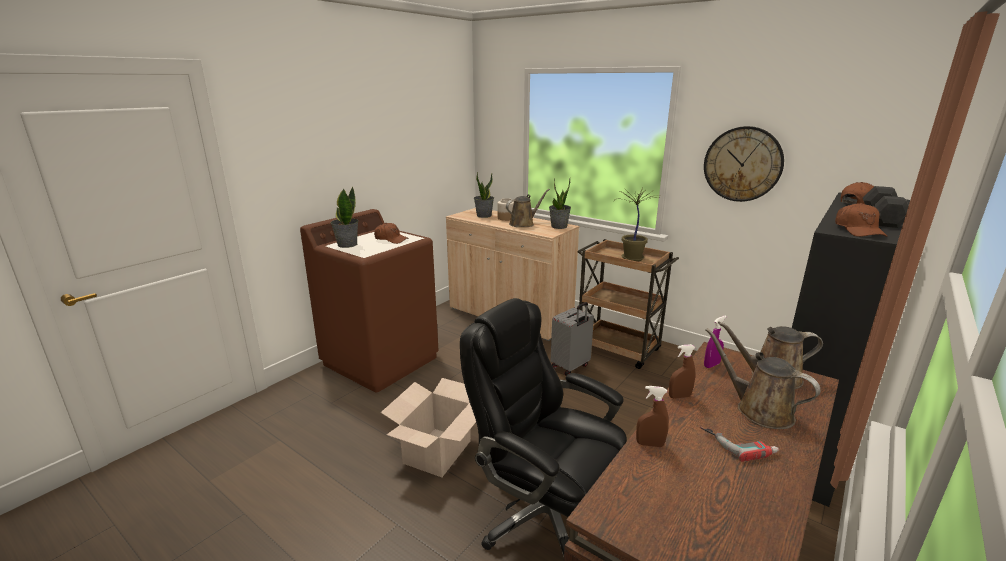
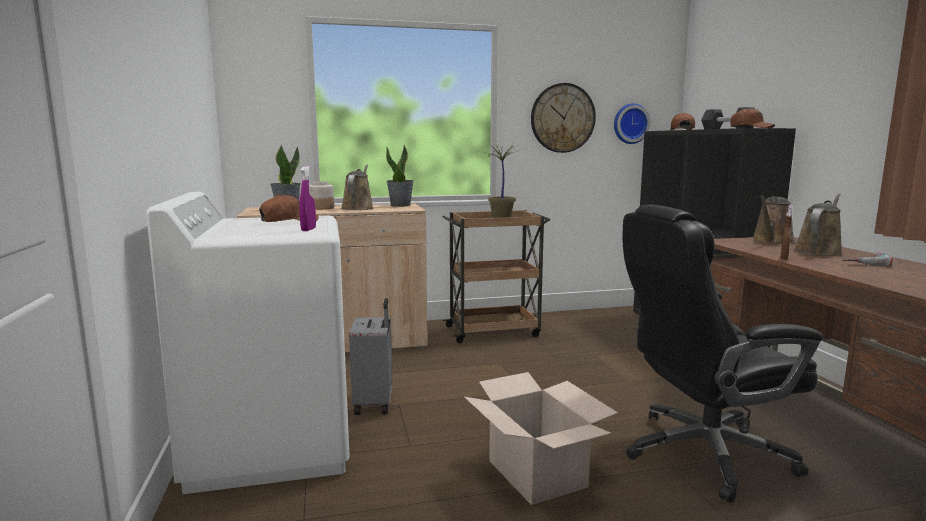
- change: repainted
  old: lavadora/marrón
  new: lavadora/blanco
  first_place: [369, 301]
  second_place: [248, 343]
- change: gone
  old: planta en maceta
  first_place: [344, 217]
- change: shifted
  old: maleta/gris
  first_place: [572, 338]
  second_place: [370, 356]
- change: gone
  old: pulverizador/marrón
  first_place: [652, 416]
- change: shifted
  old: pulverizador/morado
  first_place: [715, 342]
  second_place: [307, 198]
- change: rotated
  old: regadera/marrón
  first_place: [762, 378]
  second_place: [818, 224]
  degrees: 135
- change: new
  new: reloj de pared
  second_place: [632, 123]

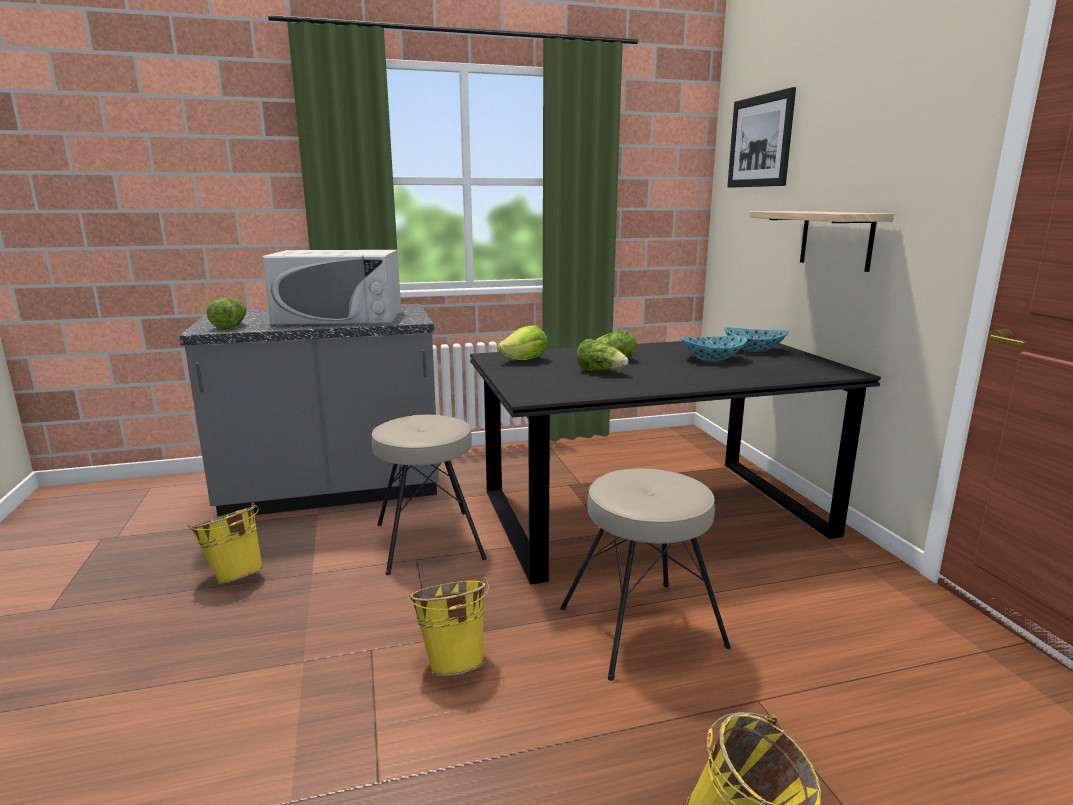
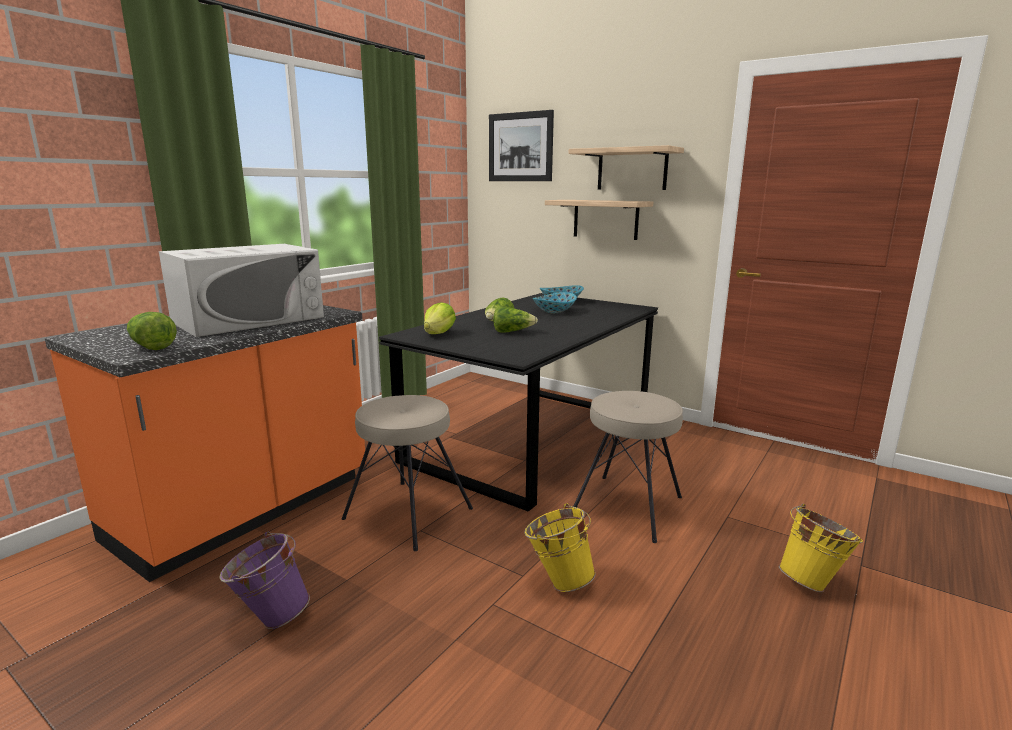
- change: repainted
  old: mueble bajo de cocina/gris
  new: mueble bajo de cocina/naranja
  first_place: [309, 410]
  second_place: [205, 443]
- change: repainted
  old: cubo/amarillo
  new: cubo/morado
  first_place: [225, 543]
  second_place: [264, 580]
- change: new
  new: estante
  second_place: [626, 167]

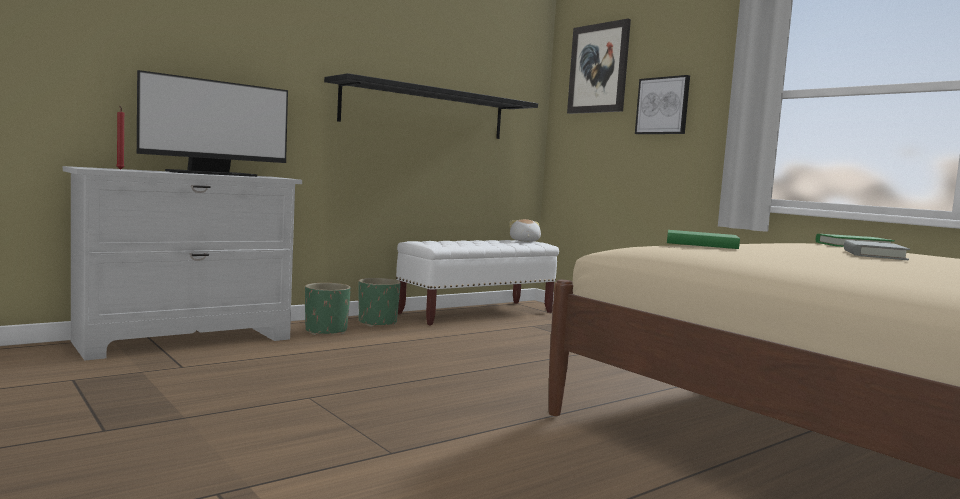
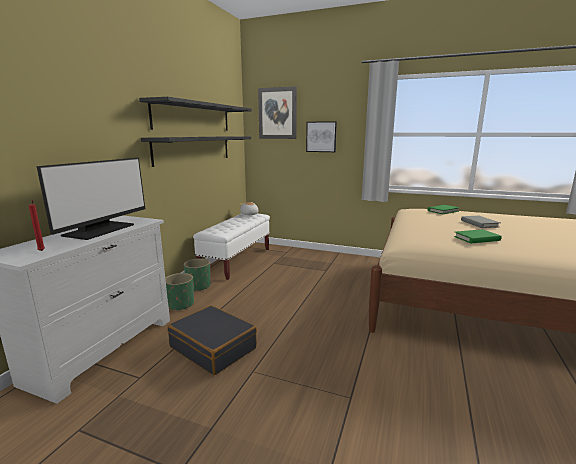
- change: shifted
  old: libro/verde
  first_place: [703, 239]
  second_place: [478, 236]
- change: new
  new: estante/negro
  second_place: [195, 114]
- change: new
  new: maleta/negro
  second_place: [212, 340]

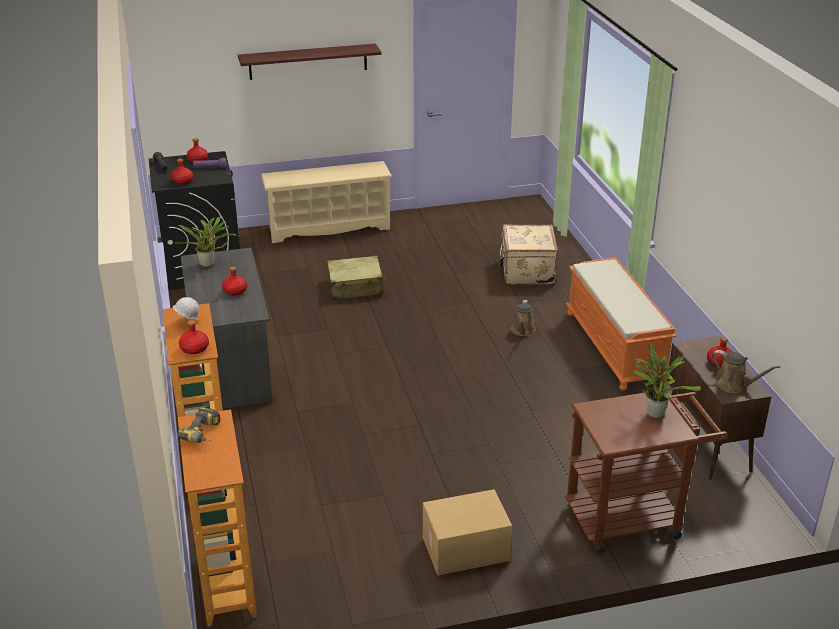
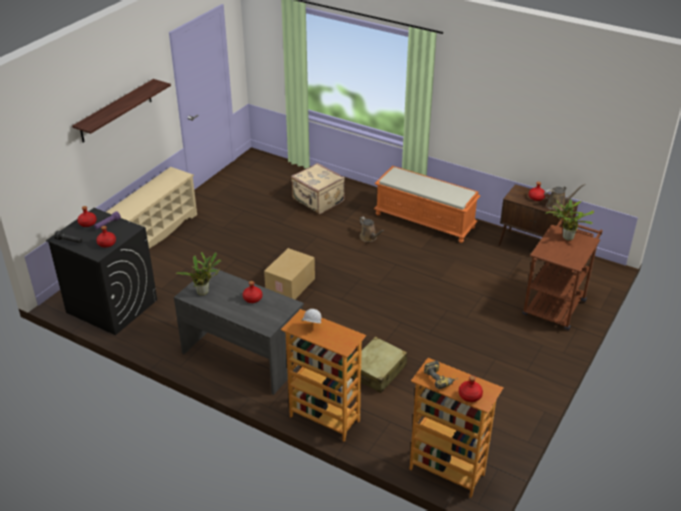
- change: shifted
  old: botella/rojo
  first_place: [194, 337]
  second_place: [471, 388]
- change: shifted
  old: maleta/beis
  first_place: [356, 278]
  second_place: [379, 365]
- change: shifted
  old: caja de cartón
  first_place: [467, 532]
  second_place: [289, 273]

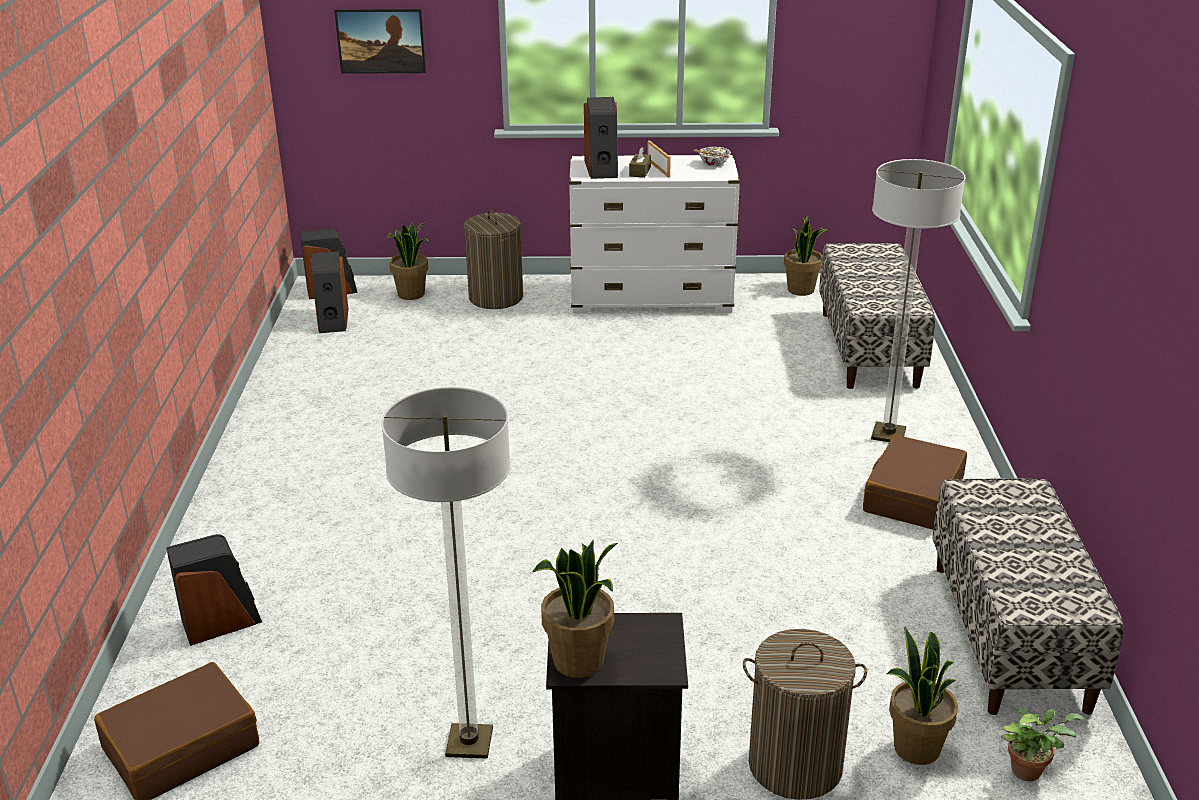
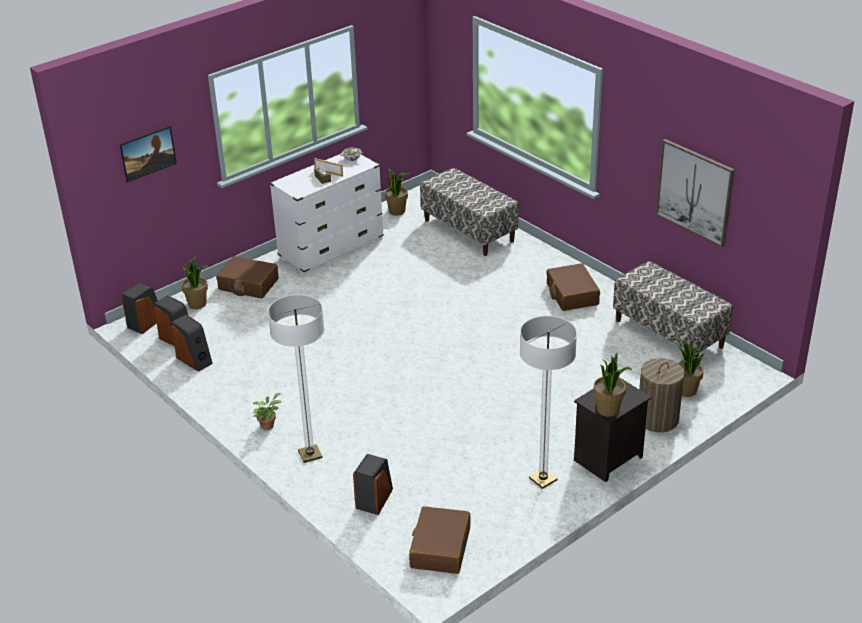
- change: swapped
  old: cesto de la ropa
  new: maleta/marrón
  first_place: [493, 259]
  second_place: [247, 277]
- change: shifted
  old: altavoz
  first_place: [601, 138]
  second_place: [192, 343]
- change: shifted
  old: lámpara de pie
  first_place: [918, 300]
  second_place: [296, 378]
- change: shifted
  old: planta en maceta
  first_place: [1043, 744]
  second_place: [267, 411]
- change: new
  new: cuadro
  second_place: [695, 193]

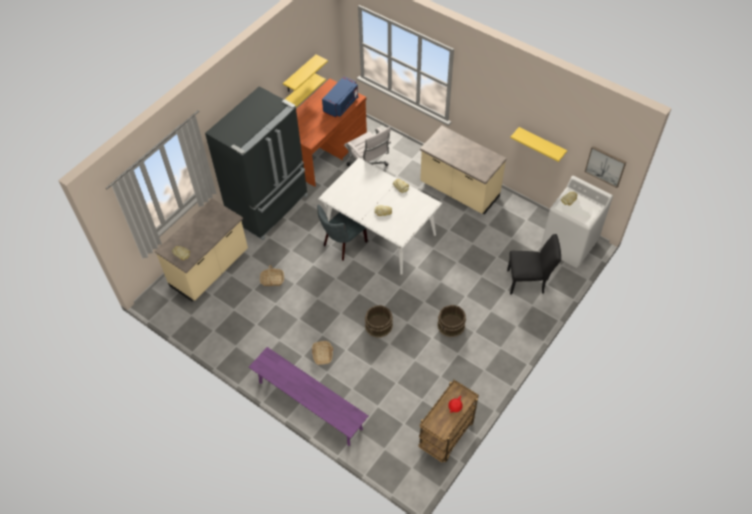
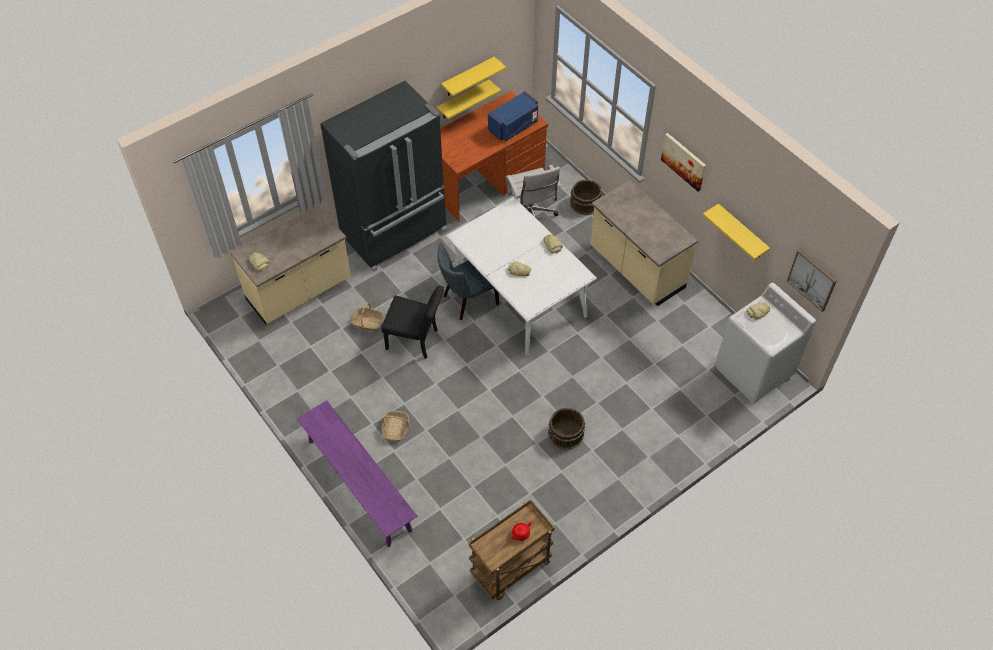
- change: shifted
  old: cubo/marrón
  first_place: [379, 321]
  second_place: [586, 197]
- change: shifted
  old: silla/negro
  first_place: [534, 264]
  second_place: [412, 322]
- change: new
  new: cuadro
  second_place: [683, 162]

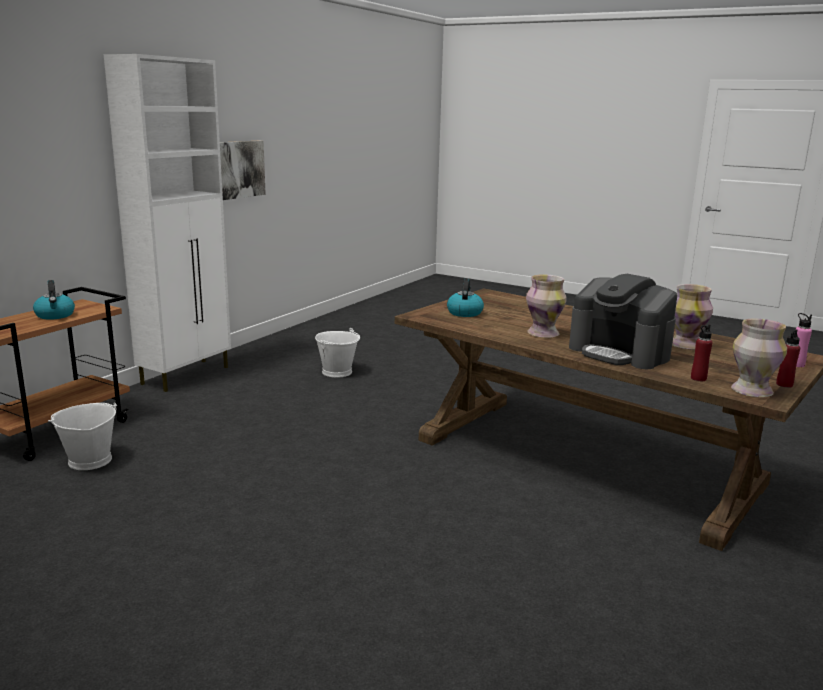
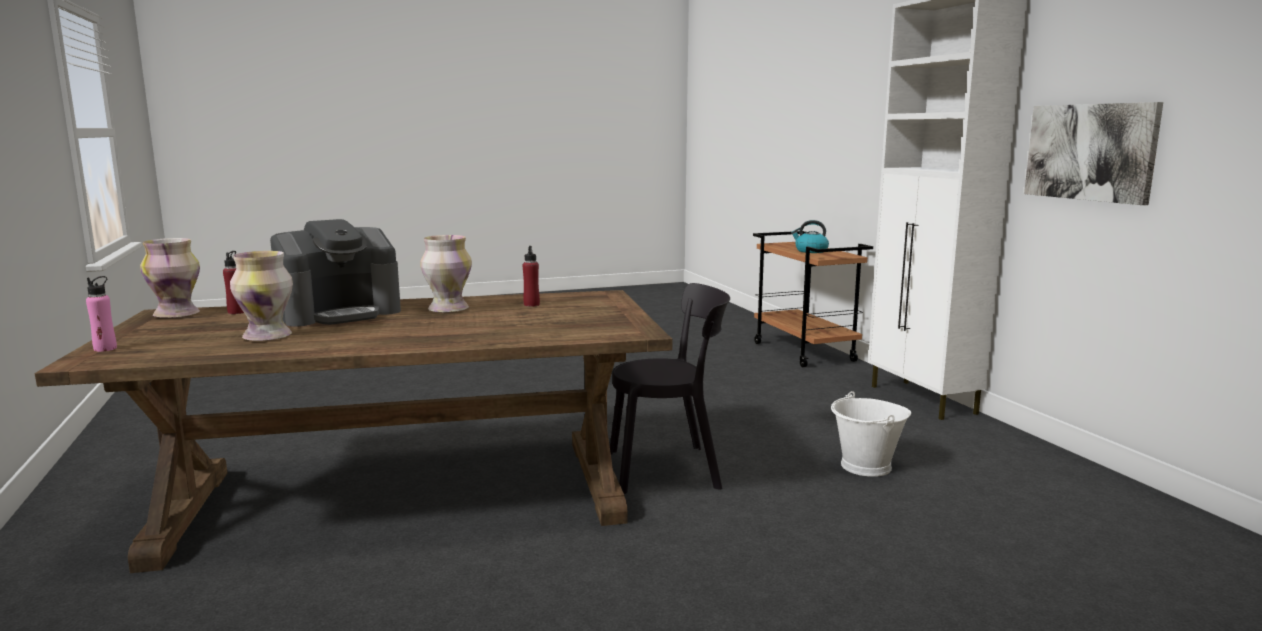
- change: gone
  old: cubo/blanco
  first_place: [82, 436]
- change: gone
  old: hervidor
  first_place: [465, 297]
- change: rotated
  old: cafetera
  first_place: [623, 321]
  second_place: [335, 273]
  degrees: 150
- change: shifted
  old: botella/rojo
  first_place: [788, 358]
  second_place: [531, 276]
- change: new
  new: silla/negro
  second_place: [670, 388]

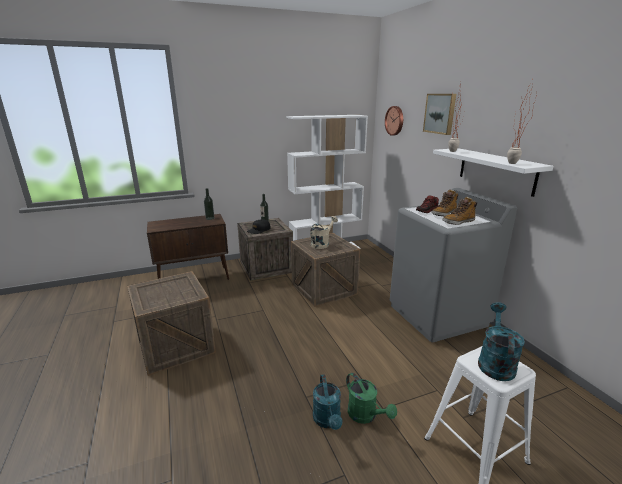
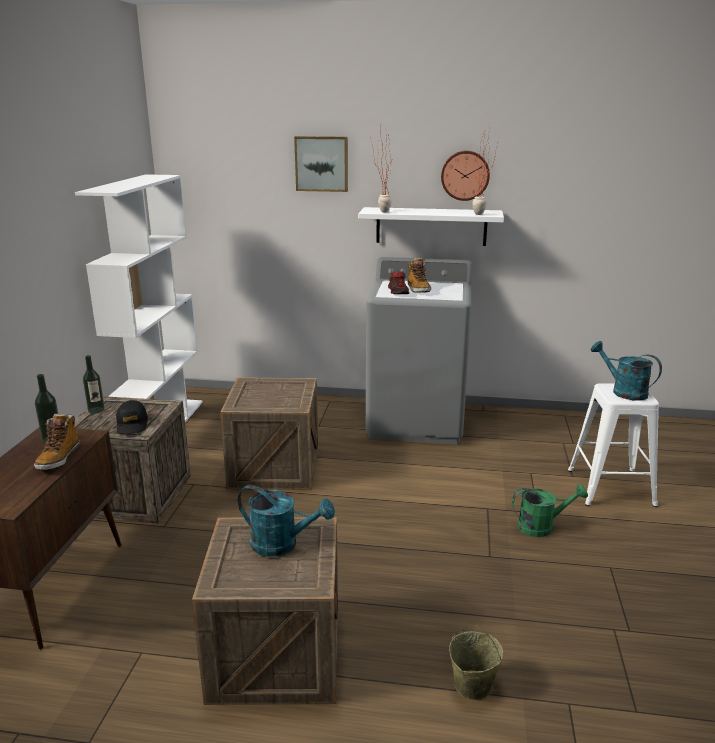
- change: gone
  old: regadera/beis
  first_place: [324, 232]
- change: shifted
  old: regadera/turquesa
  first_place: [328, 402]
  second_place: [286, 521]
- change: shifted
  old: reloj de pared
  first_place: [394, 121]
  second_place: [465, 176]
- change: shifted
  old: bota
  first_place: [460, 210]
  second_place: [57, 441]
- change: new
  new: cubo/beis
  second_place: [476, 663]

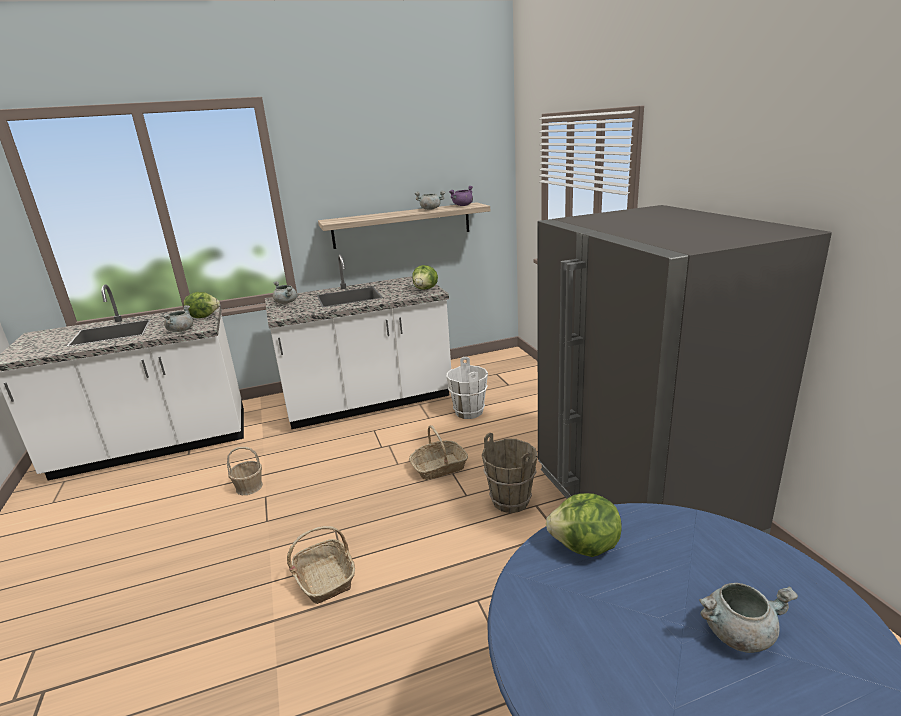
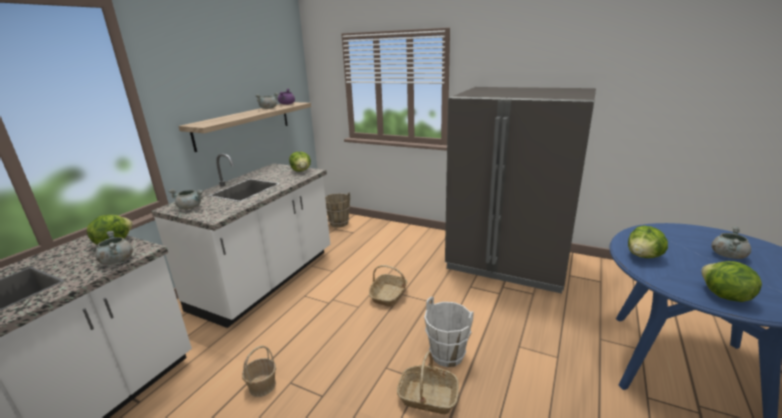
- change: shifted
  old: cubo/blanco
  first_place: [467, 388]
  second_place: [449, 332]
- change: shifted
  old: cubo/marrón
  first_place: [510, 473]
  second_place: [337, 210]
- change: new
  new: lechuga
  second_place: [731, 281]

